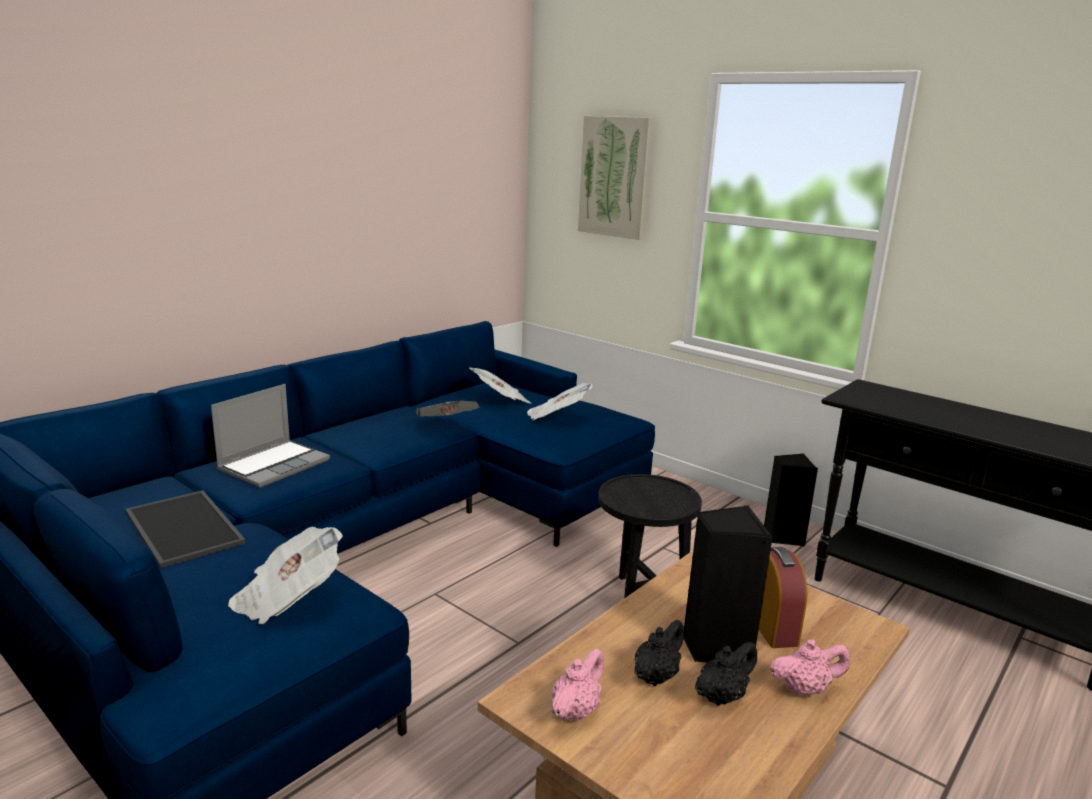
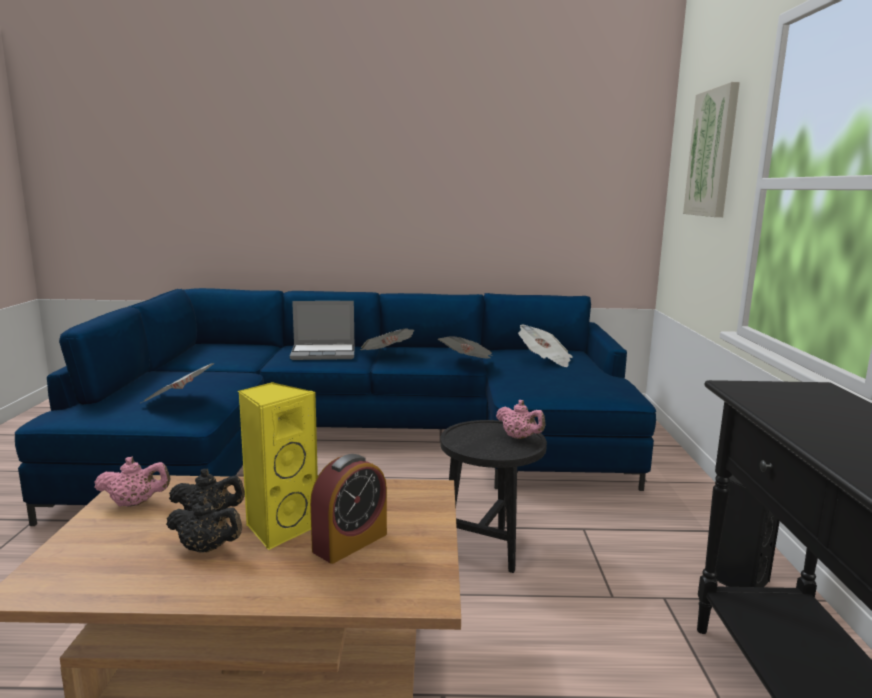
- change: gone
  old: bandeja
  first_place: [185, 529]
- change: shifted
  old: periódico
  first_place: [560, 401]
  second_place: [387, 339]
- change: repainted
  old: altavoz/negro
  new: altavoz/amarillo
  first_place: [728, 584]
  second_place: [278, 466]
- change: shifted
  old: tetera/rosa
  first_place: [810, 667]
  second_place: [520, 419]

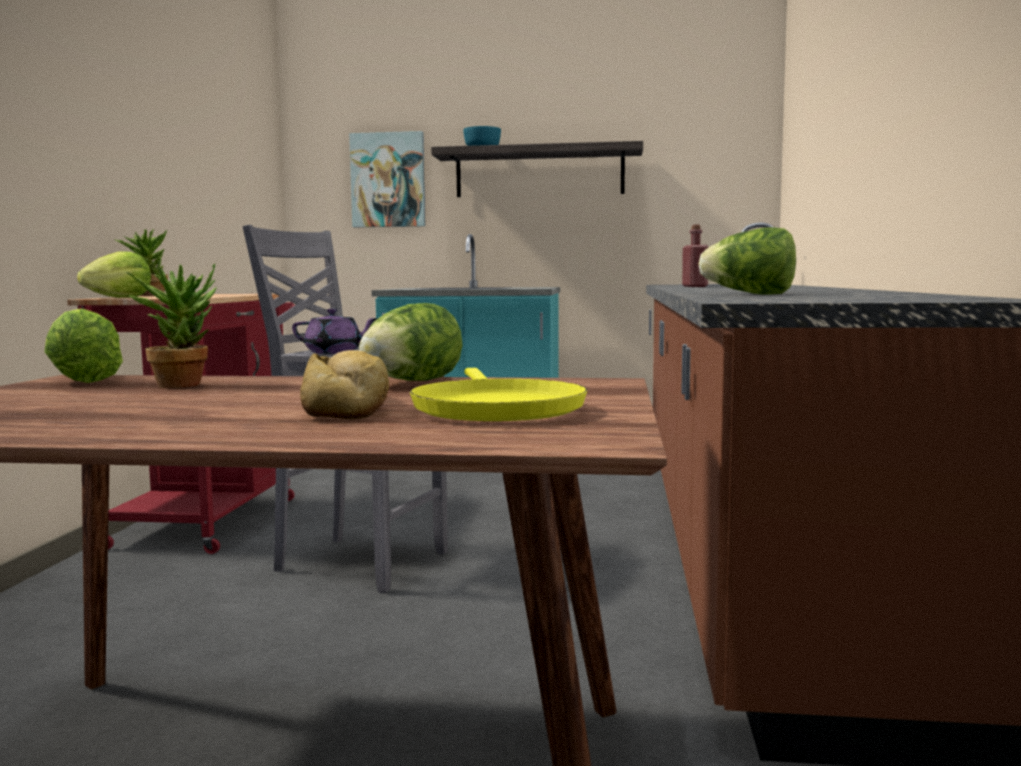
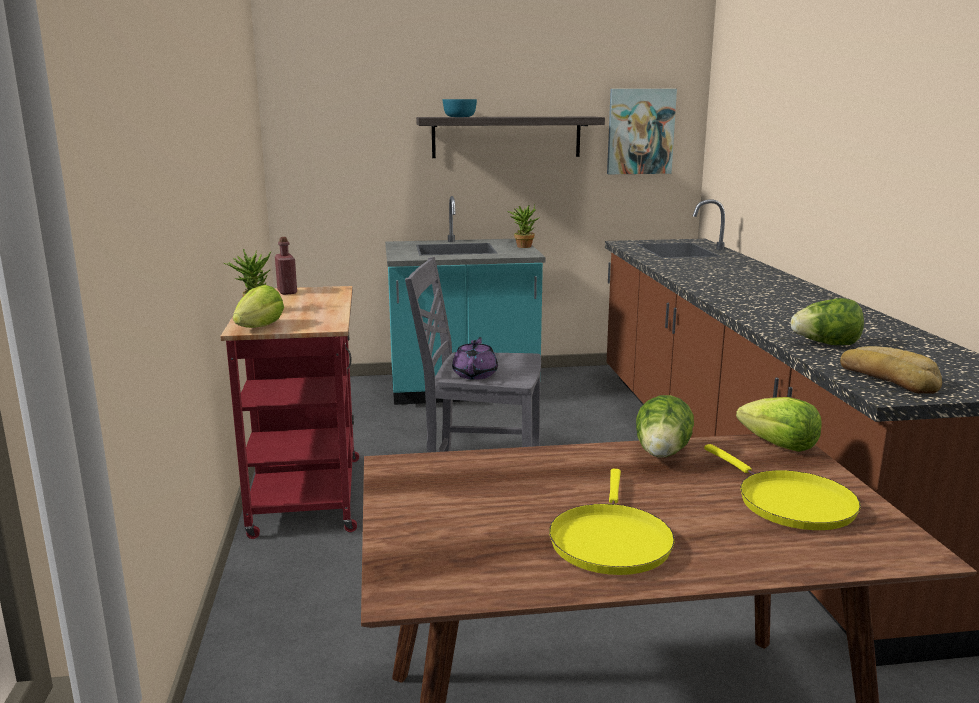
- change: shifted
  old: lechuga
  first_place: [83, 345]
  second_place: [779, 424]
- change: shifted
  old: planta en maceta
  first_place: [171, 326]
  second_place: [523, 226]
- change: rotated
  old: tetera/morado
  first_place: [335, 331]
  second_place: [475, 358]
  degrees: -75
- change: shifted
  old: pan
  first_place: [344, 385]
  second_place: [891, 370]
- change: shifted
  old: cuadro
  first_place: [387, 179]
  second_place: [642, 131]
- change: shifted
  old: botella/rojo
  first_place: [695, 255]
  second_place: [286, 266]
- change: new
  new: sartén/amarillo
  second_place: [612, 522]

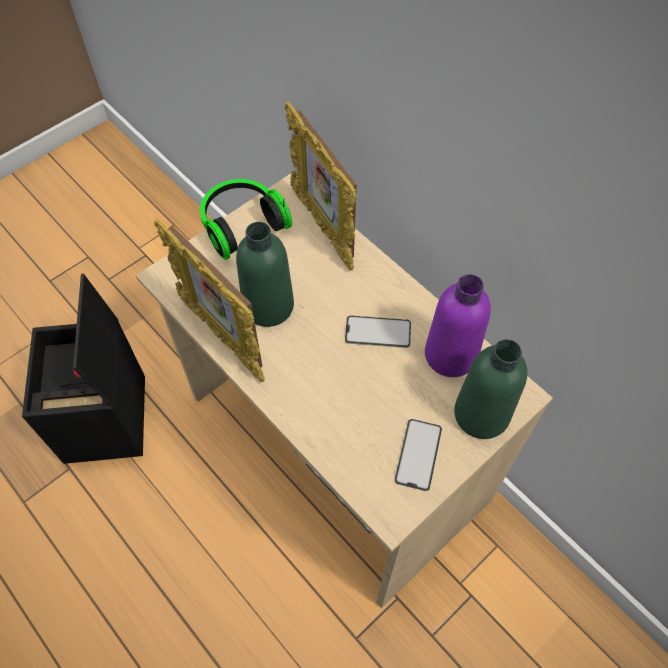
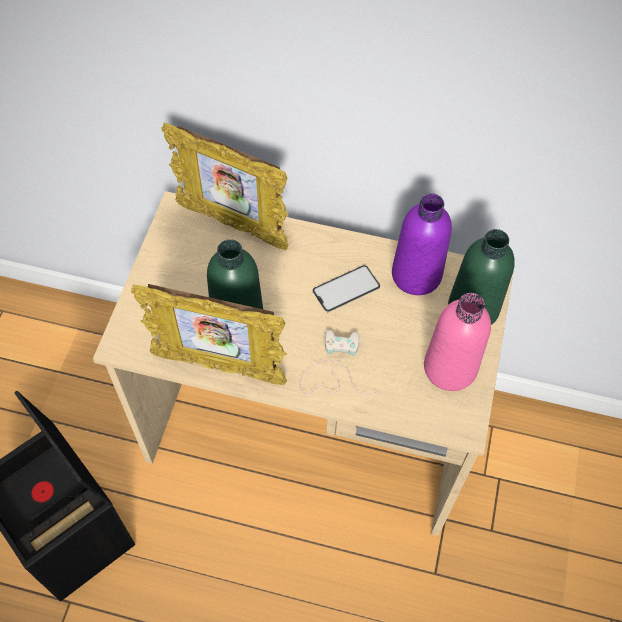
- change: gone
  old: auriculares
  first_place: [246, 219]
- change: swapped
  old: móvil
  new: botella/rosa
  first_place: [418, 455]
  second_place: [457, 342]
- change: new
  new: mando de consola/blanco
  second_place: [340, 362]

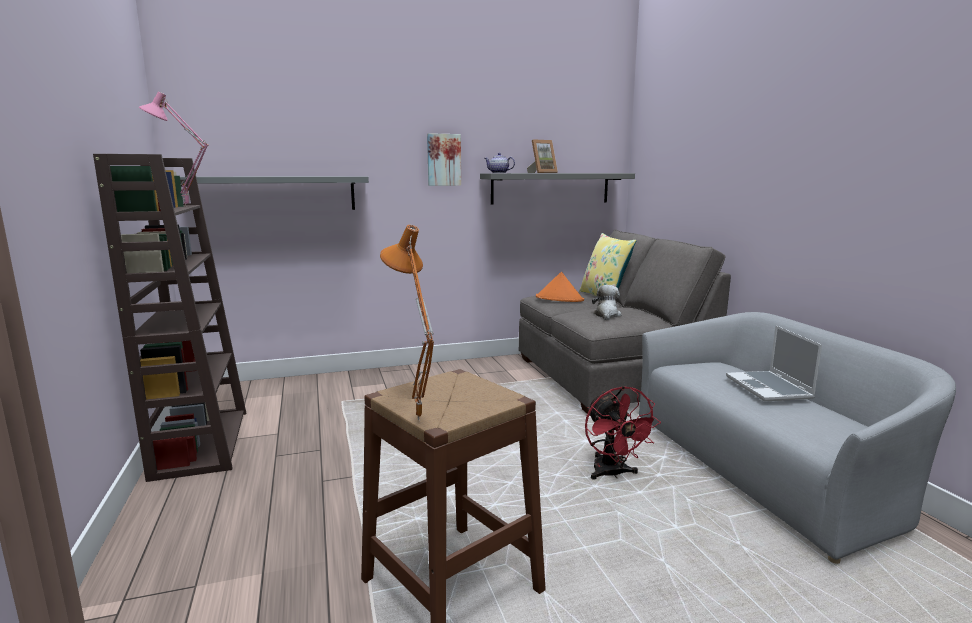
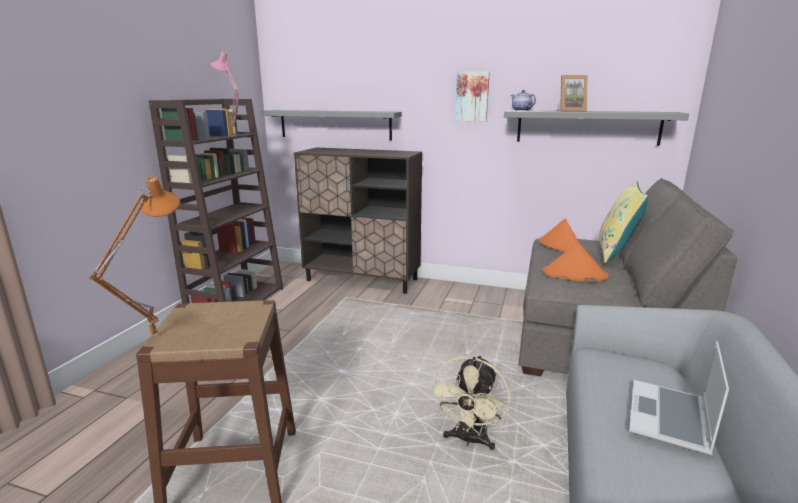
- change: repainted
  old: ventilador/rojo
  new: ventilador/beis
  first_place: [623, 433]
  second_place: [469, 402]
- change: swapped
  old: peluche
  new: sombrero/naranja
  first_place: [606, 302]
  second_place: [576, 262]
- change: new
  new: armario/marrón
  second_place: [358, 221]

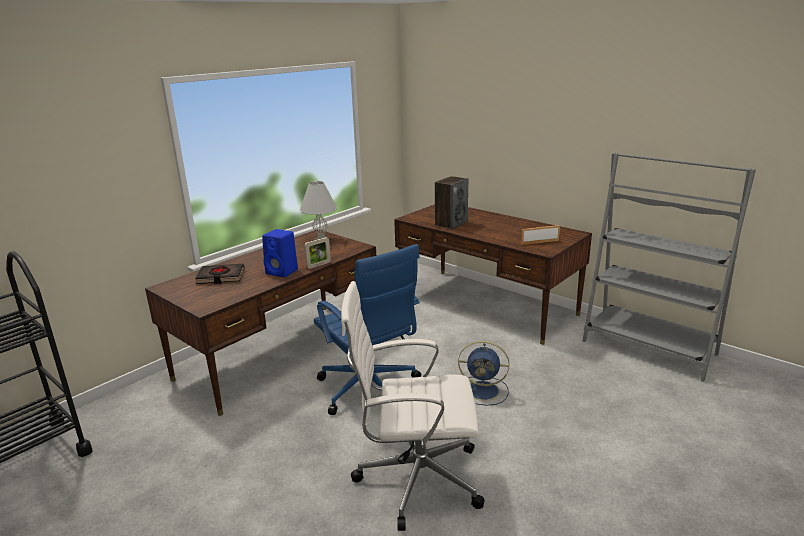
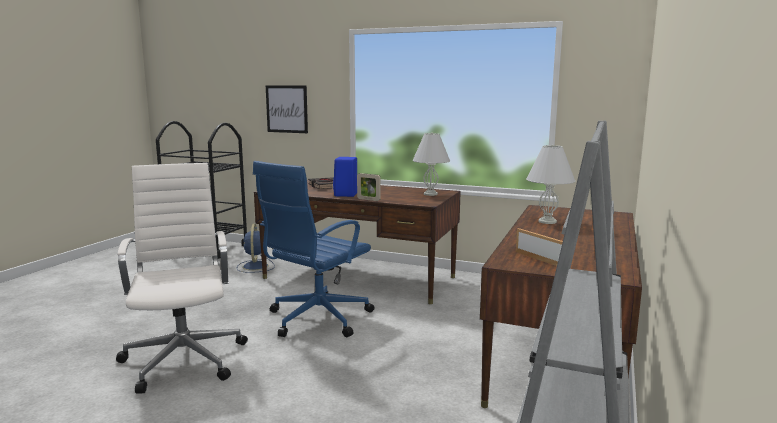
- change: swapped
  old: altavoz
  new: lámpara de mesa/blanco
  first_place: [451, 203]
  second_place: [550, 184]
- change: shifted
  old: ventilador/azul
  first_place: [483, 373]
  second_place: [256, 248]
- change: new
  new: cuadro
  second_place: [287, 109]

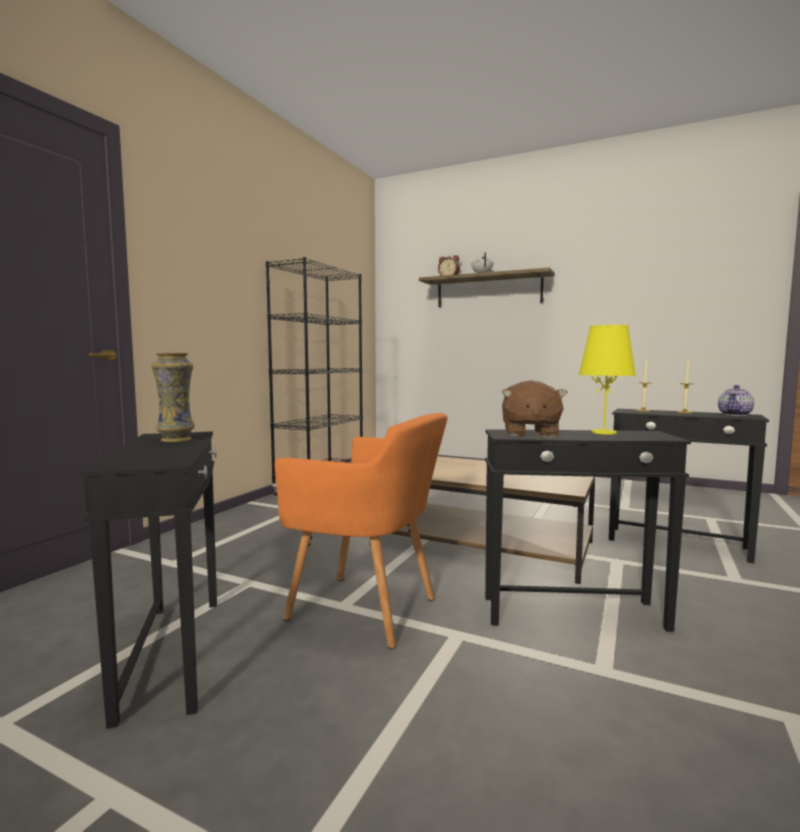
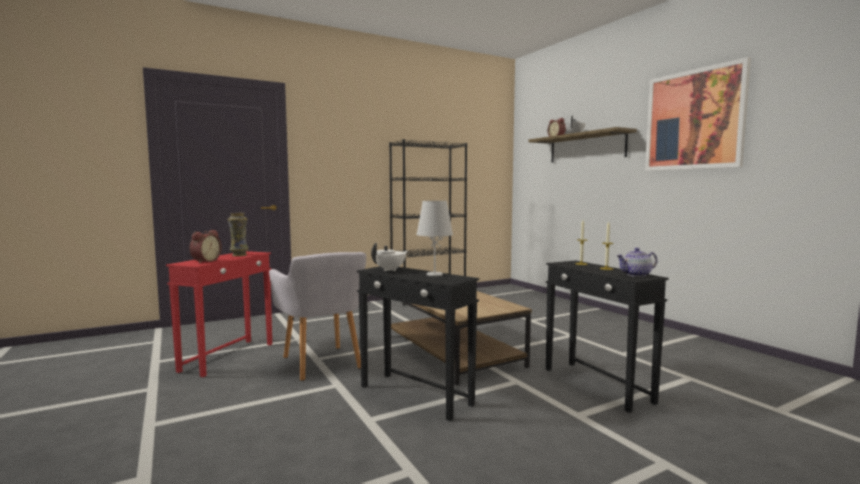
- change: repainted
  old: mesa auxiliar/negro
  new: mesa auxiliar/rojo
  first_place: [149, 580]
  second_place: [219, 314]
- change: repainted
  old: sillón/naranja
  new: sillón/gris
  first_place: [361, 531]
  second_place: [317, 316]
- change: swapped
  old: peluche/marrón
  new: tetera/blanco
  first_place: [535, 409]
  second_place: [389, 257]
- change: repainted
  old: lámpara de mesa/amarillo
  new: lámpara de mesa/blanco
  first_place: [607, 380]
  second_place: [434, 238]
- change: new
  new: despertador
  second_place: [206, 247]
- change: new
  new: cuadro
  second_place: [698, 114]

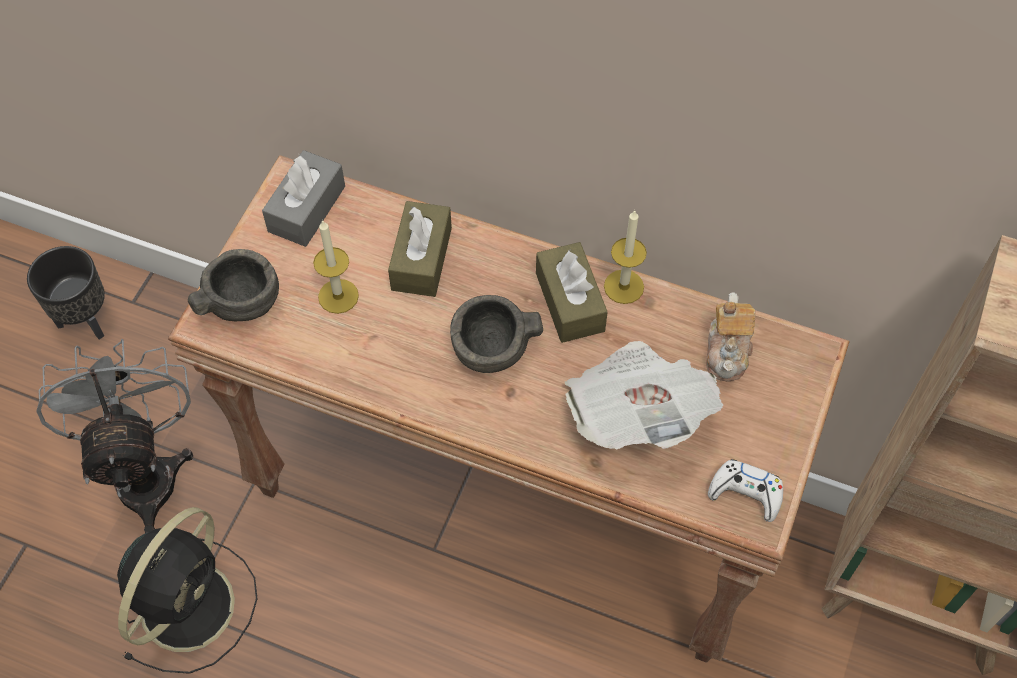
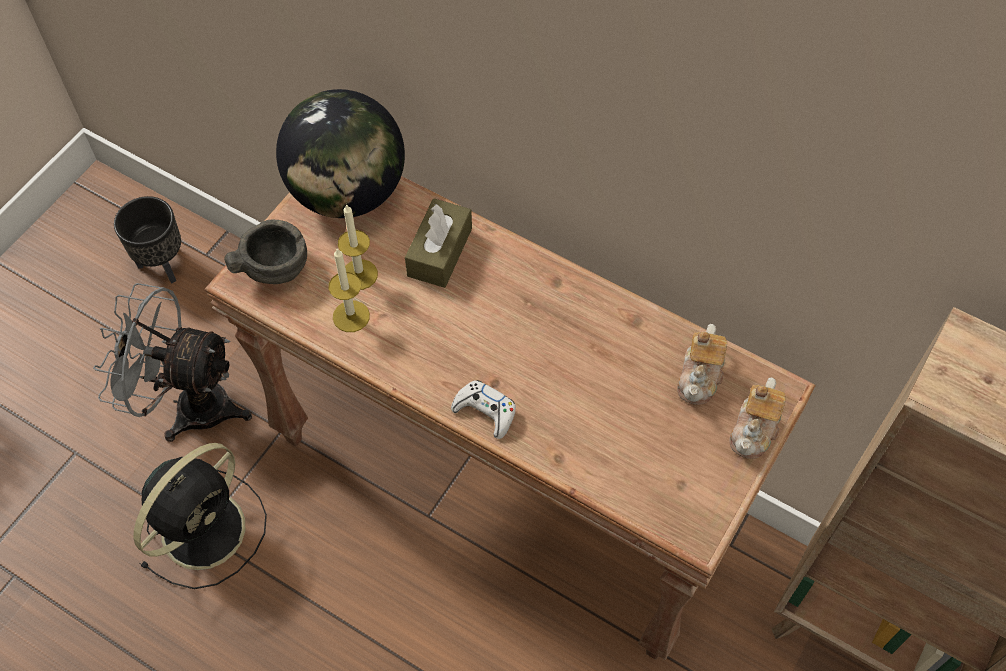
- change: rotated
  old: ventilador/gris
  first_place: [115, 436]
  second_place: [172, 362]
  degrees: -75
- change: swapped
  old: caja de pañuelos/gris
  new: globo terráqueo
  first_place: [303, 198]
  second_place: [340, 153]
- change: gone
  old: cuenco/gris
  first_place: [496, 334]
- change: gone
  old: caja de pañuelos/marrón
  first_place: [572, 292]
- change: gone
  old: periódico
  first_place: [643, 395]
- change: shifted
  old: vela
  first_place: [625, 257]
  second_place: [349, 290]
- change: shifted
  old: mando de consola/blanco
  first_place: [745, 490]
  second_place: [483, 409]
- change: new
  new: tetera
  second_place: [757, 418]

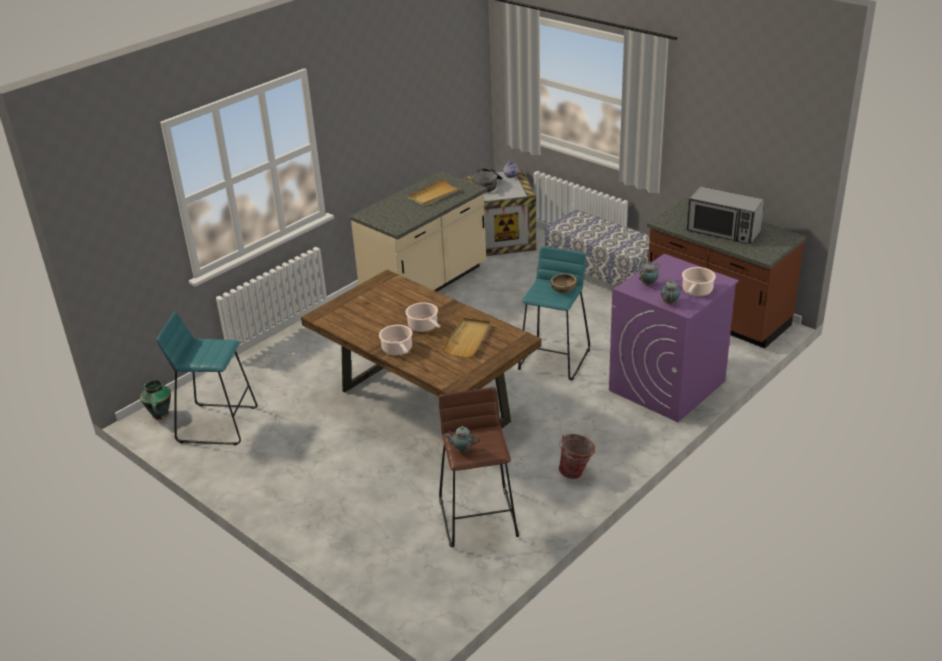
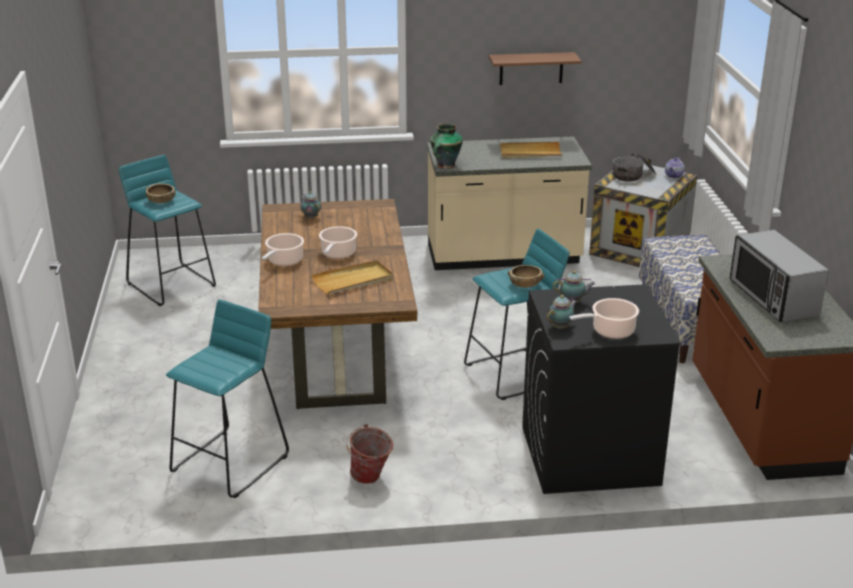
- change: shifted
  old: florero
  first_place: [155, 400]
  second_place: [446, 146]
- change: repainted
  old: taburete/marrón
  new: taburete/turquesa
  first_place: [479, 467]
  second_place: [227, 399]
- change: shifted
  old: tetera
  first_place: [462, 439]
  second_place: [310, 205]
- change: repainted
  old: lavadora/morado
  new: lavadora/negro
  first_place: [674, 338]
  second_place: [601, 389]
- change: new
  new: cuenco/marrón
  second_place: [160, 193]
- change: new
  new: estante
  second_place: [535, 68]

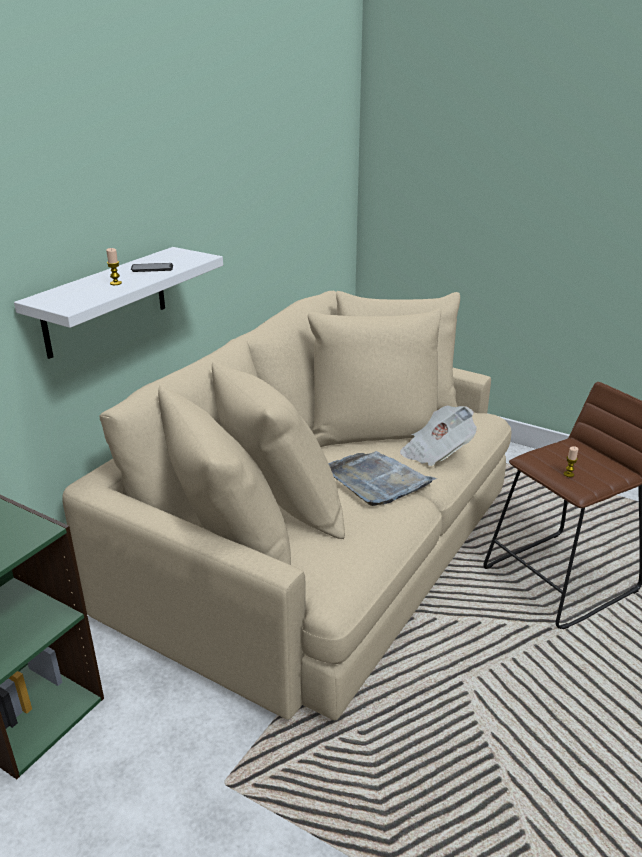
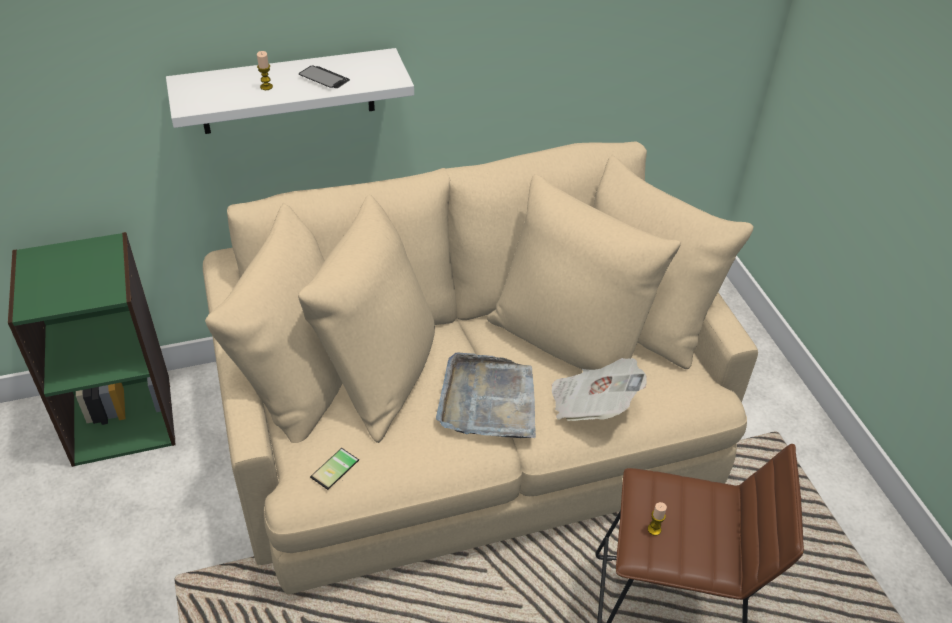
- change: new
  new: móvil
  second_place: [334, 469]

